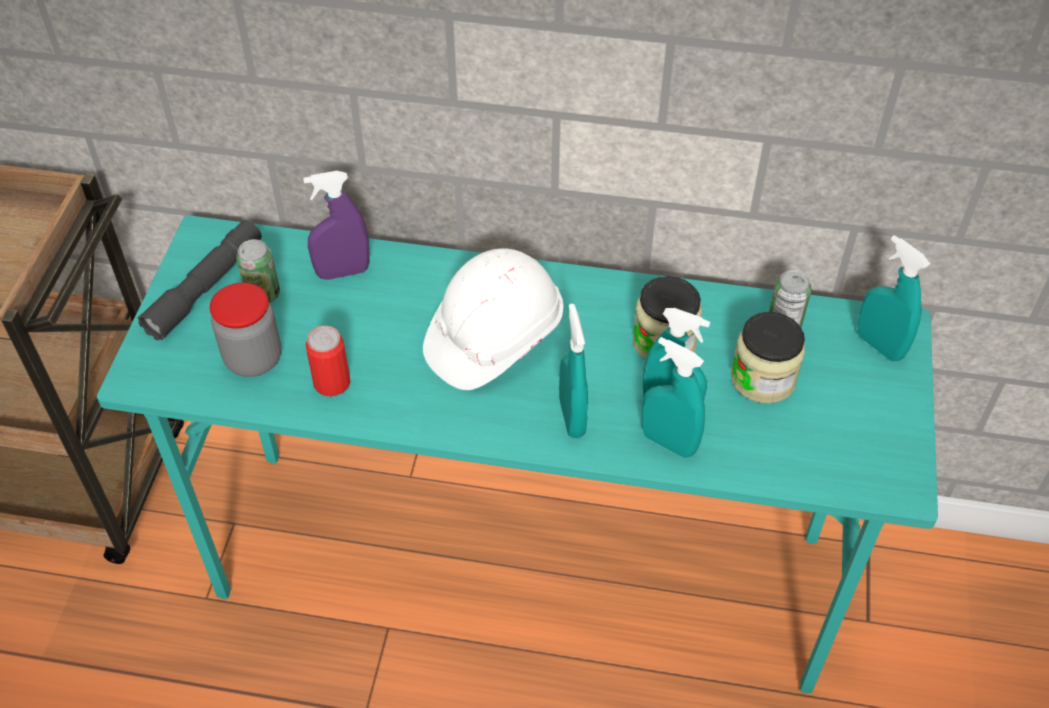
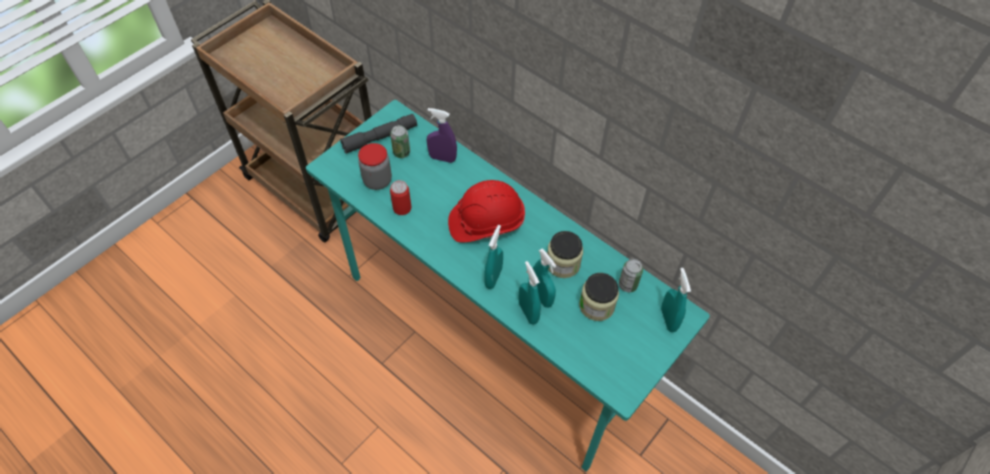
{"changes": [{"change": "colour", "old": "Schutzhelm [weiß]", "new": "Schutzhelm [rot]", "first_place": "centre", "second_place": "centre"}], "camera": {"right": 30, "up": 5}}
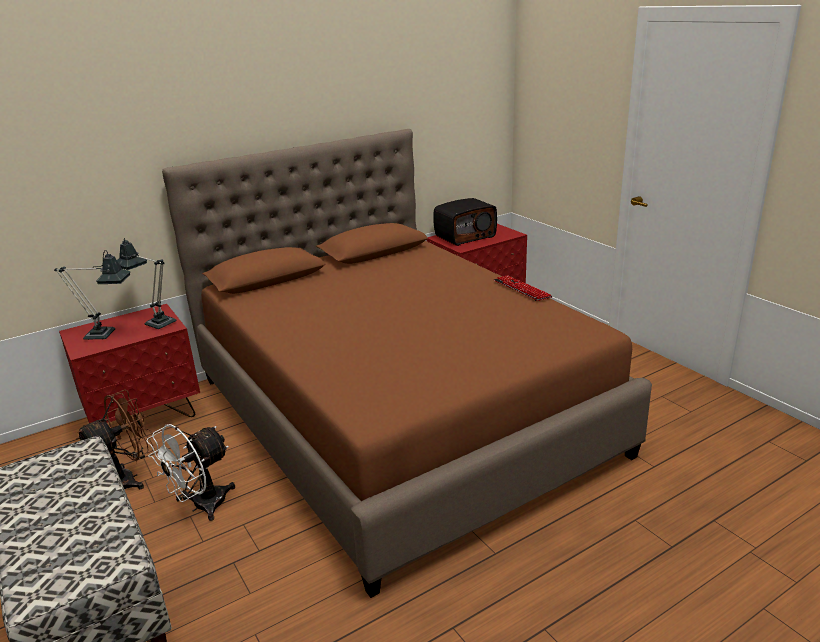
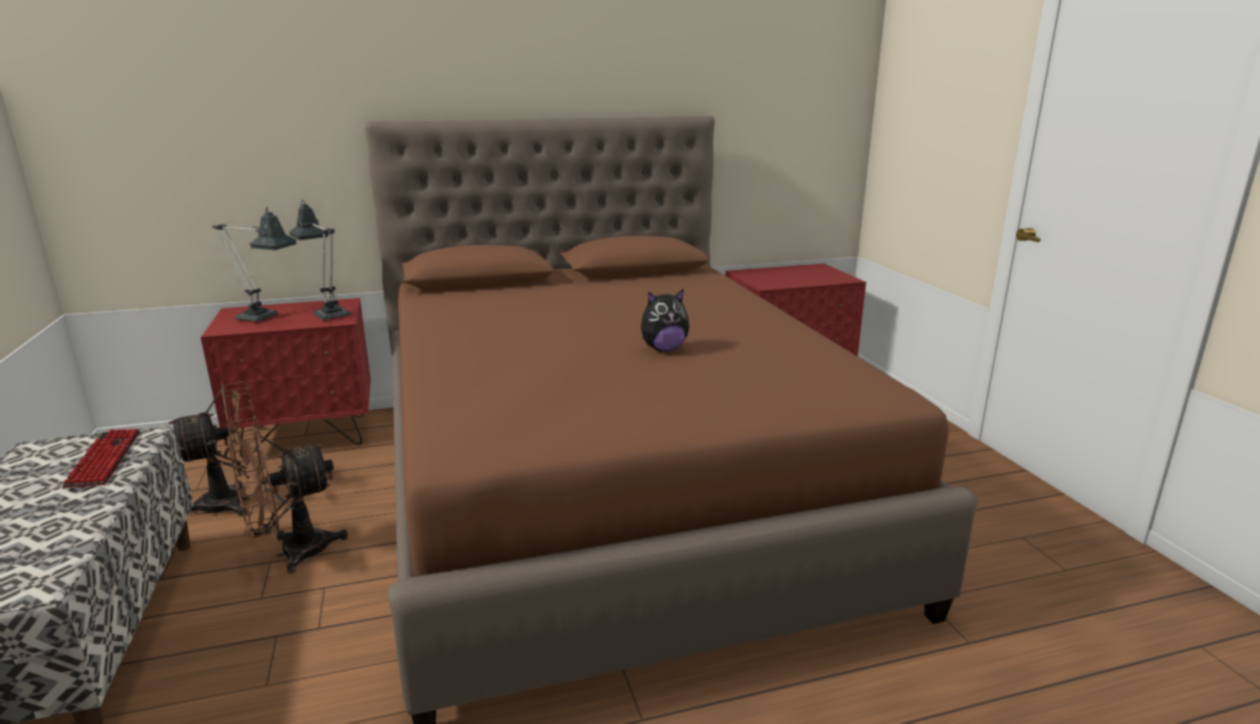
{"changes": [{"change": "colour", "old": "Ventilator [weiß]", "new": "Ventilator [braun] (no. 2 from left)", "first_place": "bottom left", "second_place": "bottom left"}, {"change": "missing", "old": "Radio", "first_place": "centre"}, {"change": "relocated", "old": "Tastatur", "first_place": "centre", "second_place": "middle left"}, {"change": "appeared", "new": "Plüschtier", "second_place": "centre"}], "camera": {"right": 15, "up": -5}}
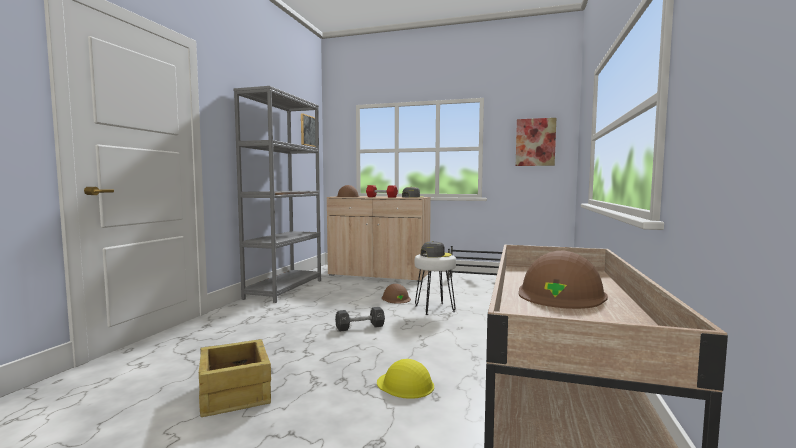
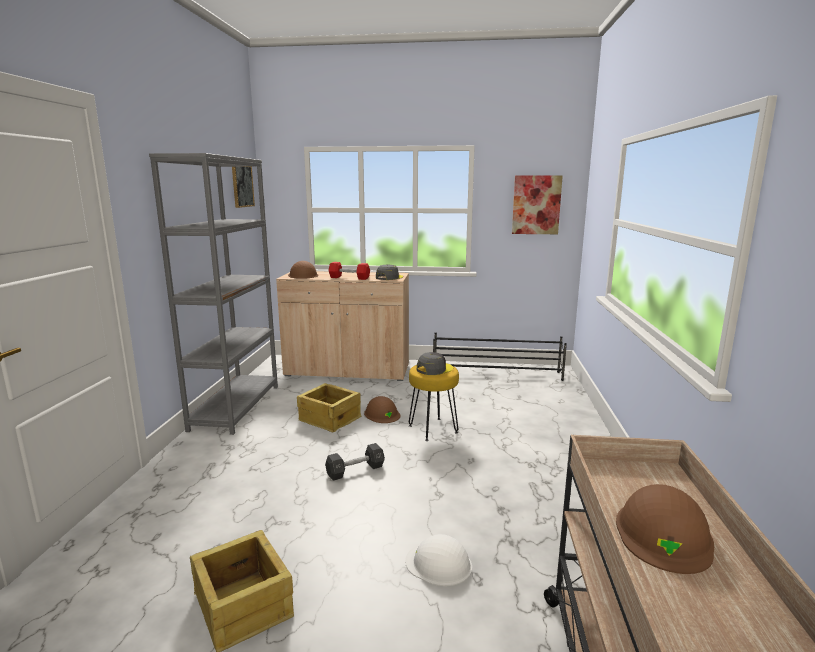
{"changes": [{"change": "colour", "old": "Schutzhelm [gelb]", "new": "Schutzhelm [weiß]", "first_place": "bottom centre", "second_place": "bottom centre"}, {"change": "colour", "old": "Hocker [weiß]", "new": "Hocker [gelb]", "first_place": "centre", "second_place": "centre"}, {"change": "appeared", "new": "Kiste (no. 2 from left)", "second_place": "centre"}], "camera": {"right": -10, "up": 10}}
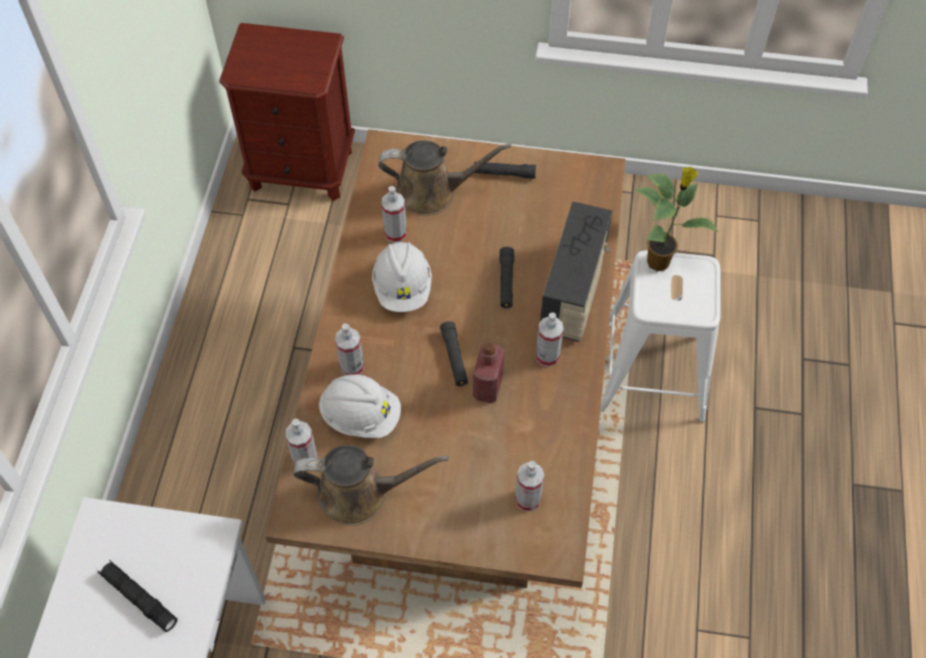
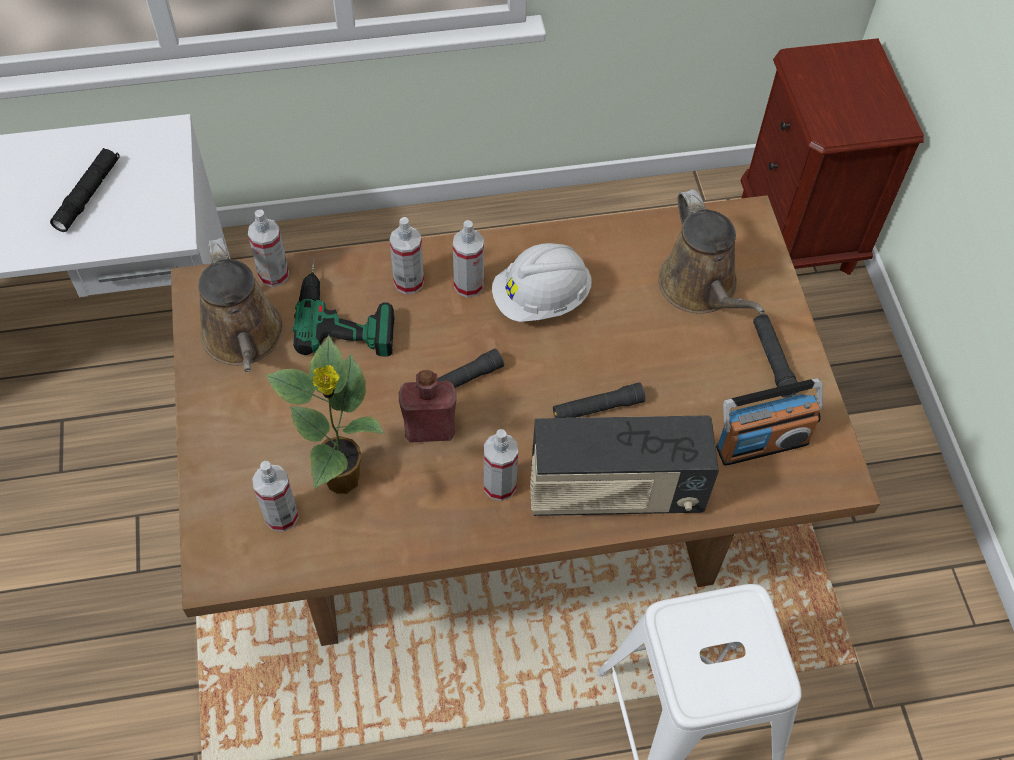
{"changes": [{"change": "exchanged", "old": "Schutzhelm [weiß] (no. 1 from left)", "new": "Bohrmaschine", "first_place": "centre", "second_place": "centre"}, {"change": "relocated", "old": "Sprühflasche (no. 3 from left in the first image)", "new": "Sprühflasche (no. 4 from left)", "first_place": "top centre", "second_place": "centre"}, {"change": "relocated", "old": "Topfpflanze", "first_place": "top right", "second_place": "middle left"}, {"change": "appeared", "new": "Radio (no. 2 from left)", "second_place": "middle right"}], "camera": {"right": 70, "up": 0}}
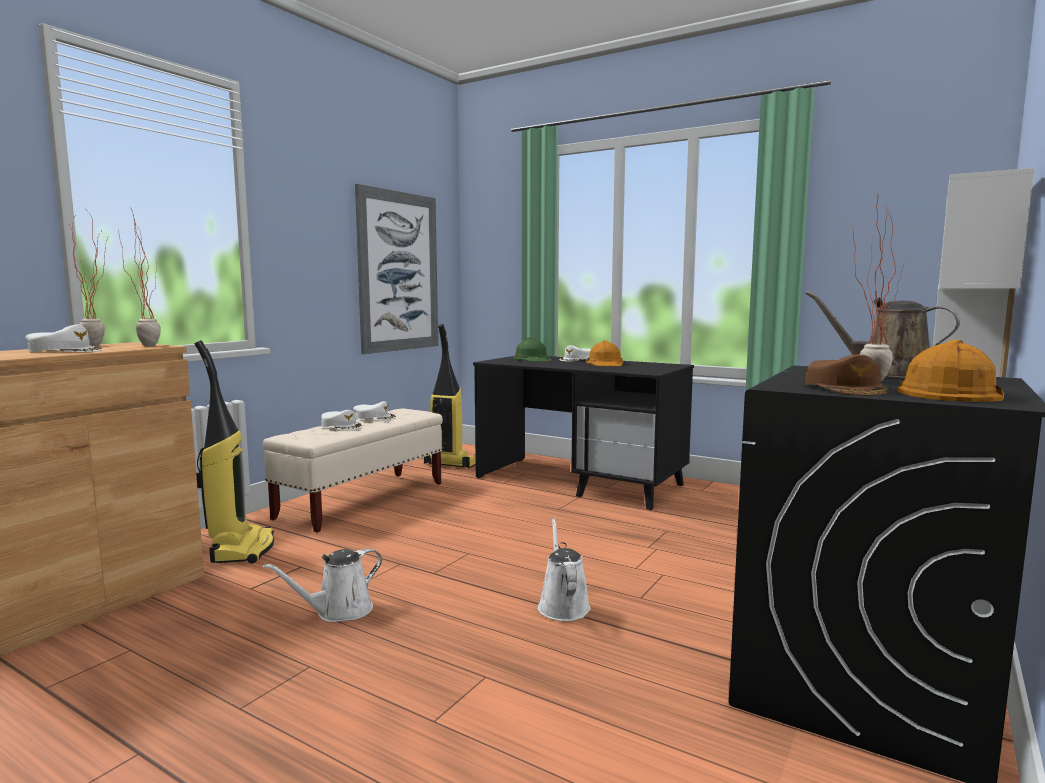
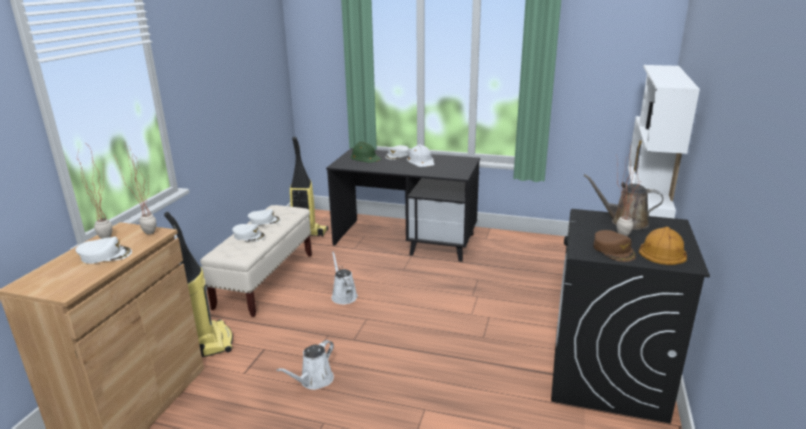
{"changes": [{"change": "missing", "old": "Bild", "first_place": "centre"}, {"change": "relocated", "old": "Gießkanne [weiß] (no. 2 from left)", "first_place": "bottom centre", "second_place": "centre"}, {"change": "colour", "old": "Schutzhelm [orange] (no. 1 from left)", "new": "Schutzhelm [weiß]", "first_place": "centre", "second_place": "centre"}], "camera": {"right": -15, "up": 15}}
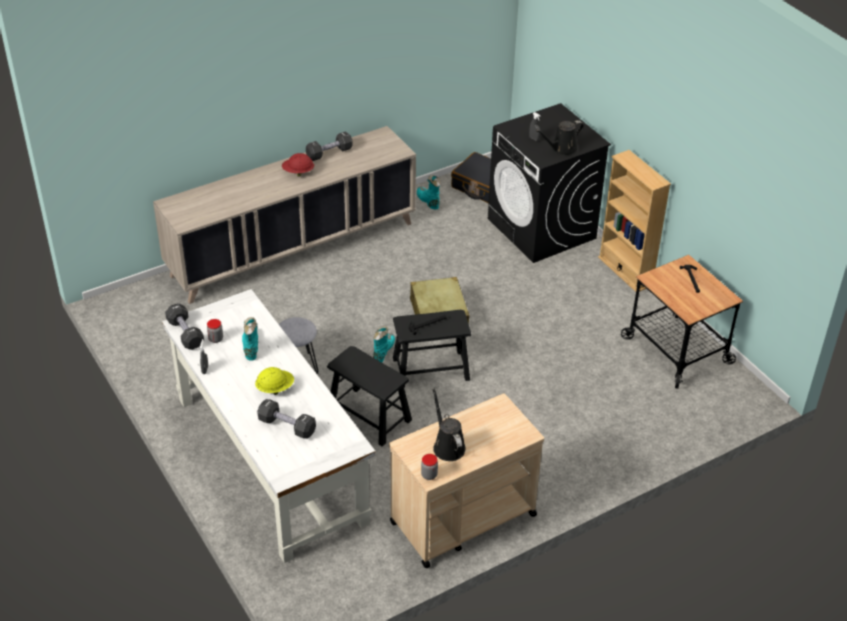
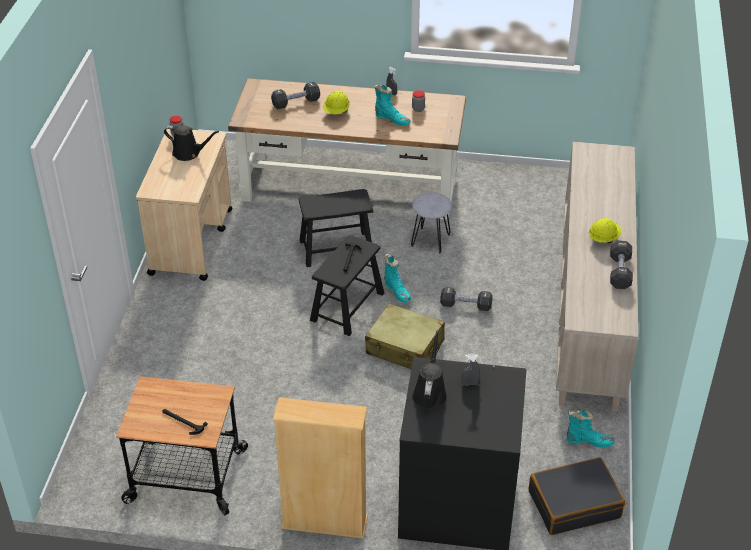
{"changes": [{"change": "colour", "old": "Schreibtisch [weiß]", "new": "Schreibtisch [braun]", "first_place": "bottom left", "second_place": "top centre"}, {"change": "relocated", "old": "Hantel [schwarz] (no. 1 from left in the first image)", "new": "Hantel [schwarz] (no. 2 from left)", "first_place": "middle left", "second_place": "centre"}, {"change": "colour", "old": "Schutzhelm [rot]", "new": "Schutzhelm [gelb] (no. 2 from left)", "first_place": "top centre", "second_place": "middle right"}], "camera": {"right": 130, "up": 0}}
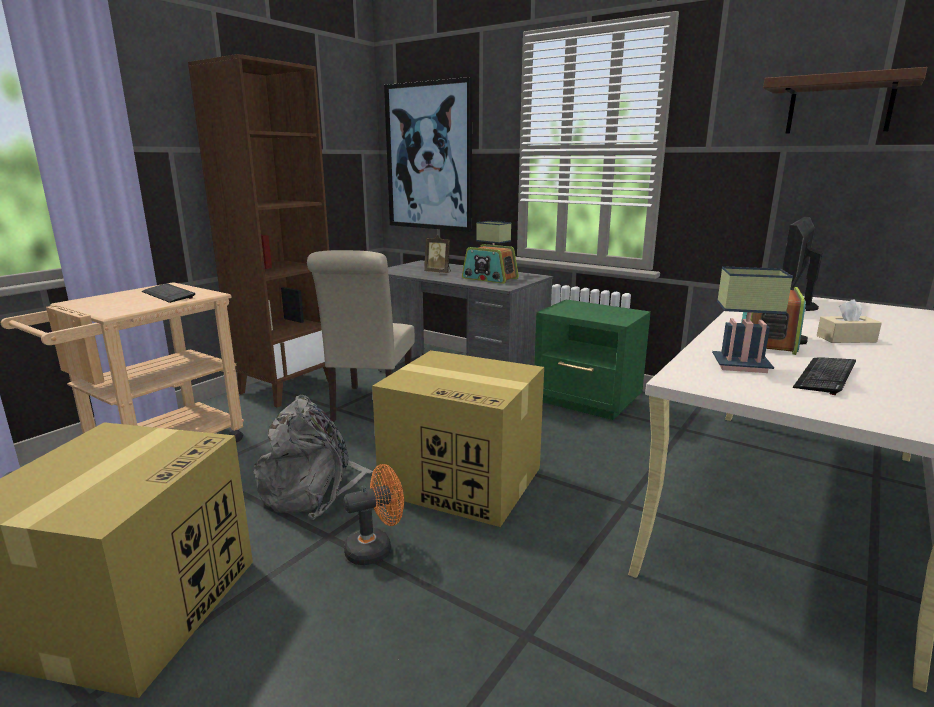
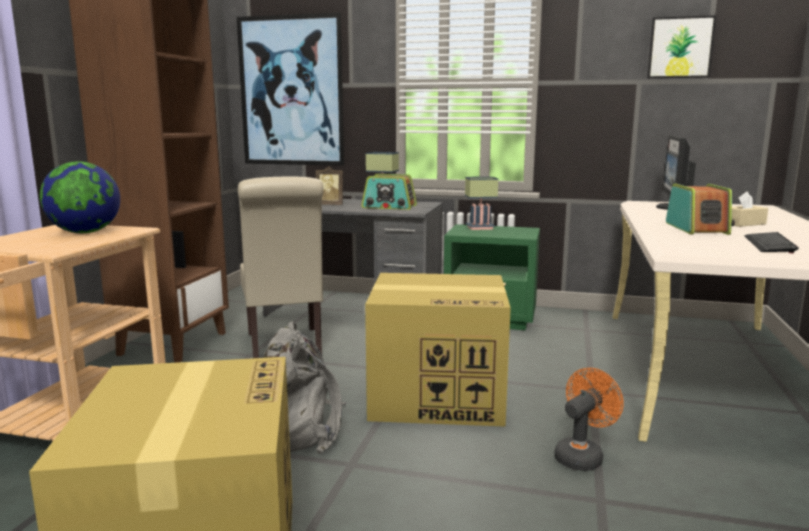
{"changes": [{"change": "exchanged", "old": "Tastatur (no. 1 from left)", "new": "Globus", "first_place": "middle left", "second_place": "middle left"}, {"change": "relocated", "old": "Ventilator [orange]", "first_place": "bottom centre", "second_place": "bottom right"}, {"change": "relocated", "old": "Tischlampe (no. 2 from left)", "first_place": "middle right", "second_place": "centre"}, {"change": "exchanged", "old": "Wandregal [braun]", "new": "Bild (no. 2 from left)", "first_place": "top right", "second_place": "top right"}], "camera": {"right": -20, "up": -5}}
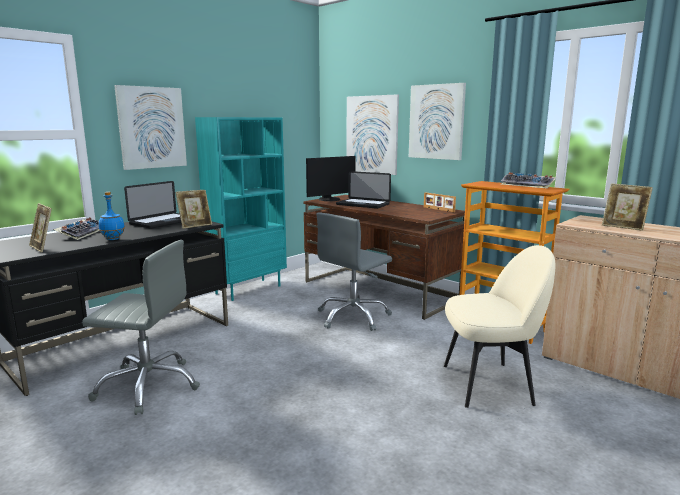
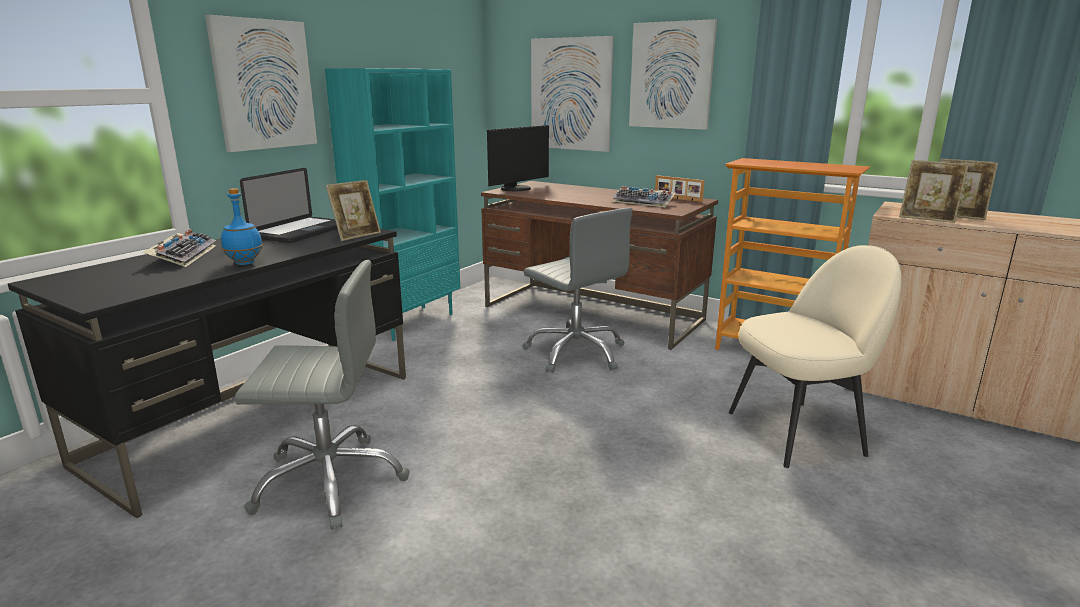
{"changes": [{"change": "relocated", "old": "Bilderrahmen (no. 1 from left in the first image)", "new": "Bilderrahmen (no. 3 from left)", "first_place": "middle left", "second_place": "top right"}, {"change": "spun", "old": "Bürostuhl [grau] (no. 2 from left)", "first_place": "centre", "second_place": "centre", "degrees": -75}, {"change": "missing", "old": "Laptop (no. 2 from left)", "first_place": "centre"}, {"change": "relocated", "old": "Tastatur (no. 2 from left)", "first_place": "middle right", "second_place": "top centre"}], "camera": {"right": -10, "up": 5}}
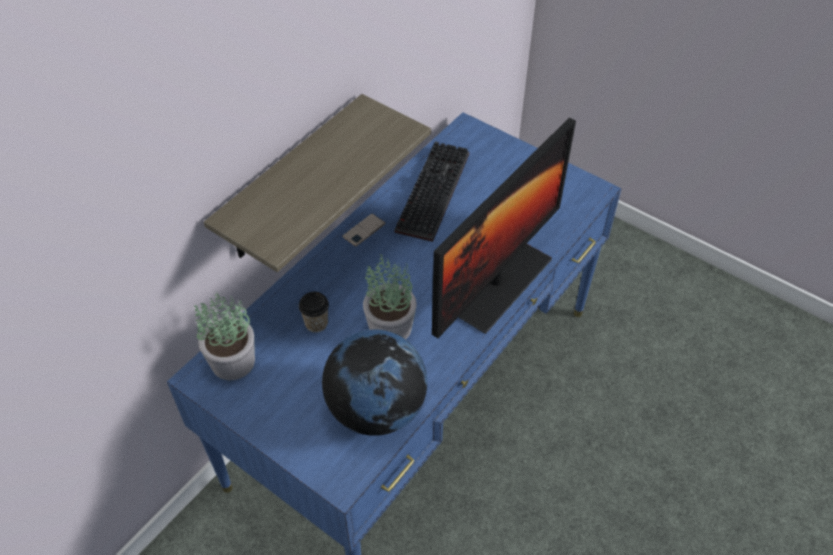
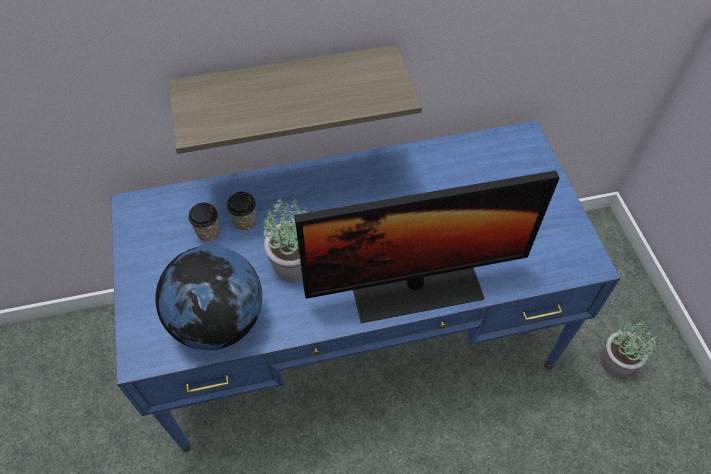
{"changes": [{"change": "relocated", "old": "Topfpflanze (no. 1 from left in the first image)", "new": "Topfpflanze (no. 2 from left)", "first_place": "middle left", "second_place": "bottom right"}, {"change": "missing", "old": "Handy", "first_place": "centre"}, {"change": "missing", "old": "Tastatur", "first_place": "centre"}, {"change": "appeared", "new": "Tasse (no. 1 from left)", "second_place": "middle left"}], "camera": {"right": 40, "up": 5}}
